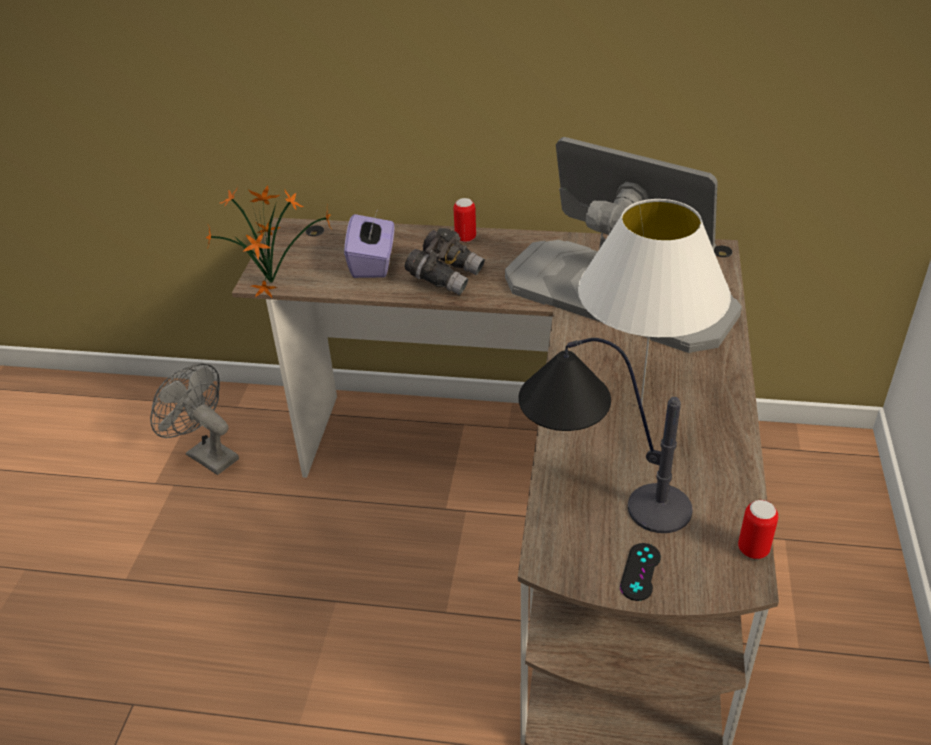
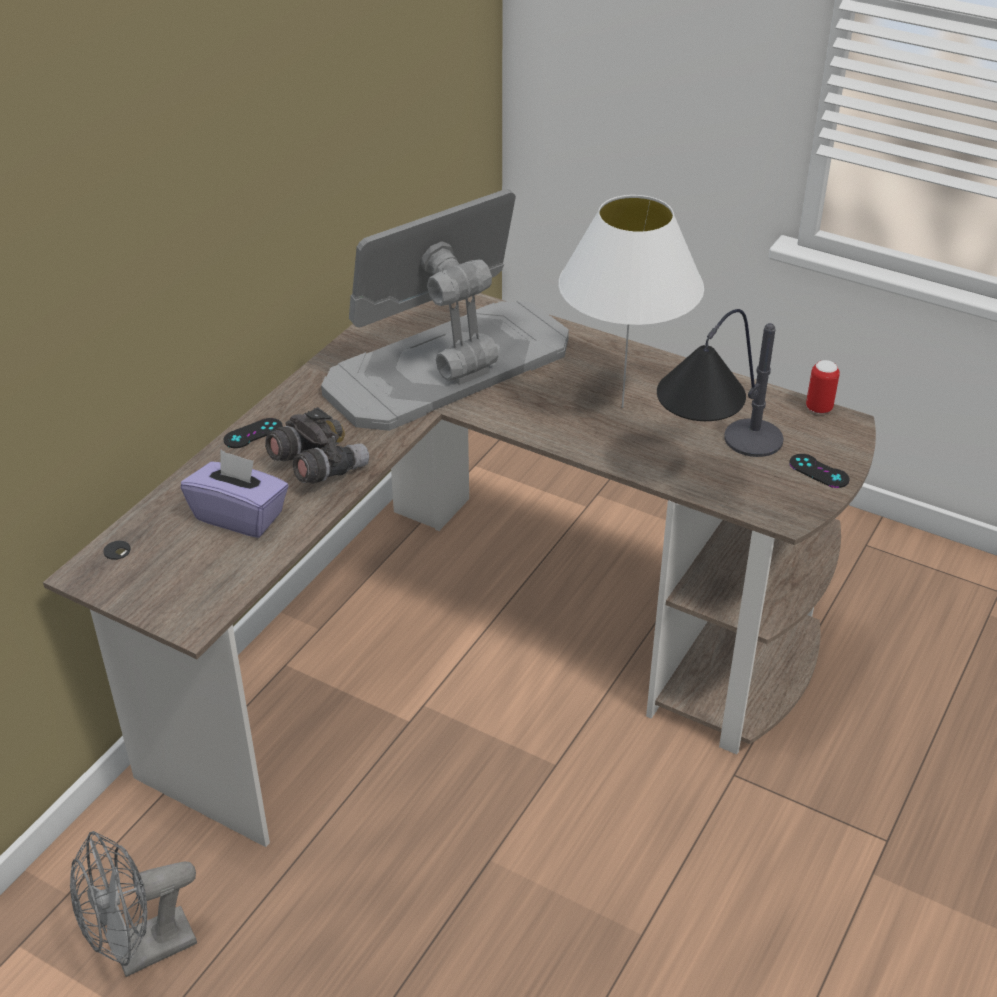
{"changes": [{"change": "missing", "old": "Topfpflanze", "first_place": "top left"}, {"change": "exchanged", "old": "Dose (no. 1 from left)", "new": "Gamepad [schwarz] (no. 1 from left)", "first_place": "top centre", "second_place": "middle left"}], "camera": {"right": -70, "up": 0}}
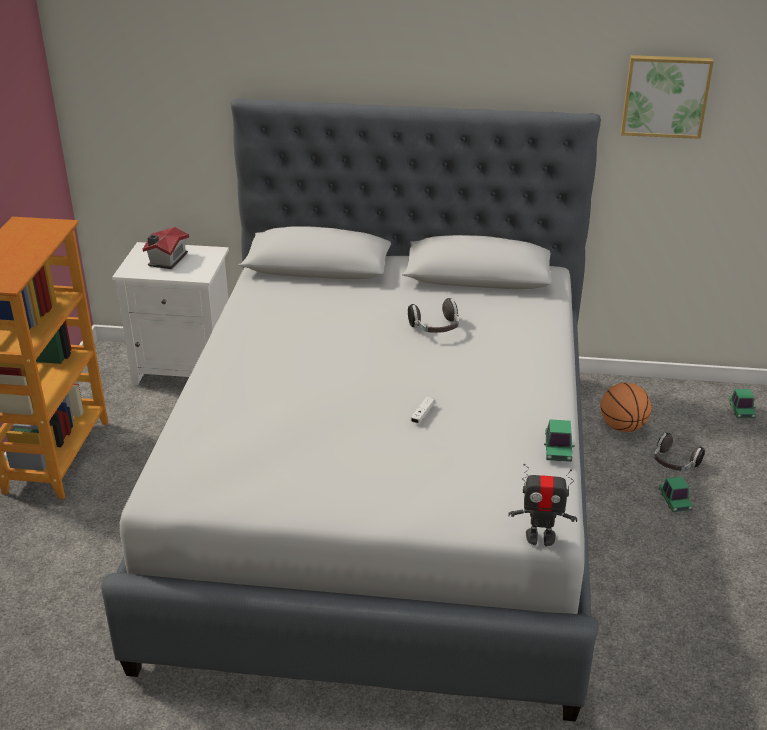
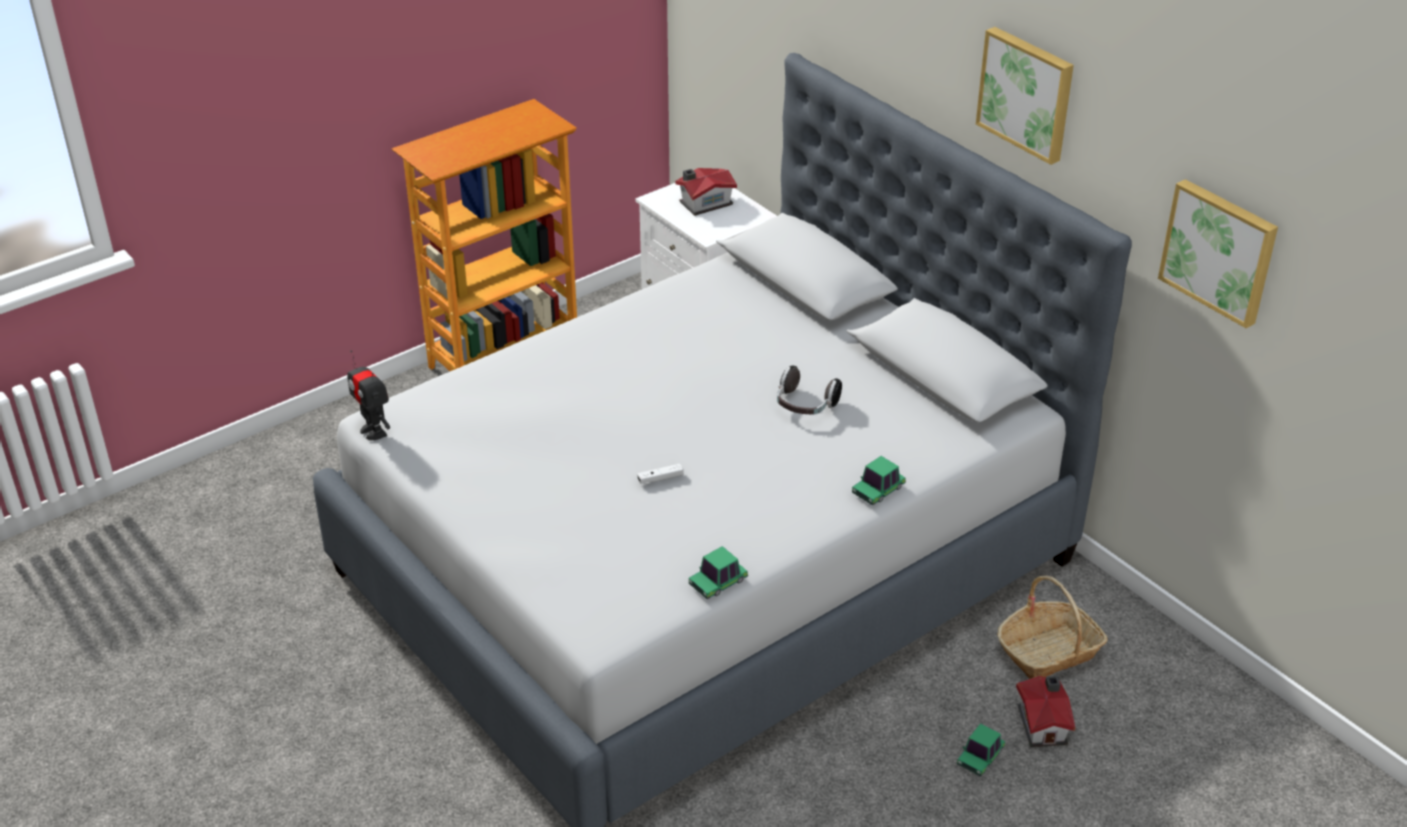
{"changes": [{"change": "relocated", "old": "Spielzeugroboter", "first_place": "bottom right", "second_place": "middle left"}, {"change": "exchanged", "old": "Basketball", "new": "Korb", "first_place": "middle right", "second_place": "bottom right"}, {"change": "exchanged", "old": "Kopfhörer (no. 2 from left)", "new": "Spielzeughaus (no. 2 from left)", "first_place": "middle right", "second_place": "bottom right"}, {"change": "relocated", "old": "Spielzeugauto (no. 3 from left in the first image)", "new": "Spielzeugauto (no. 2 from left)", "first_place": "middle right", "second_place": "centre"}, {"change": "appeared", "new": "Bild (no. 1 from left)", "second_place": "top right"}], "camera": {"right": 45, "up": 5}}
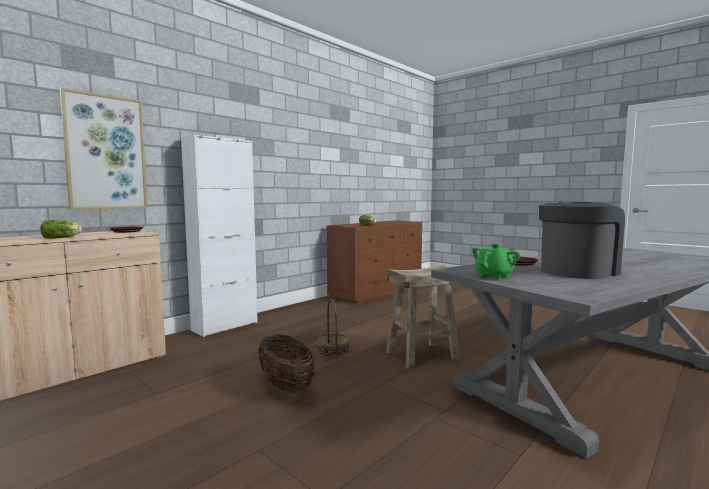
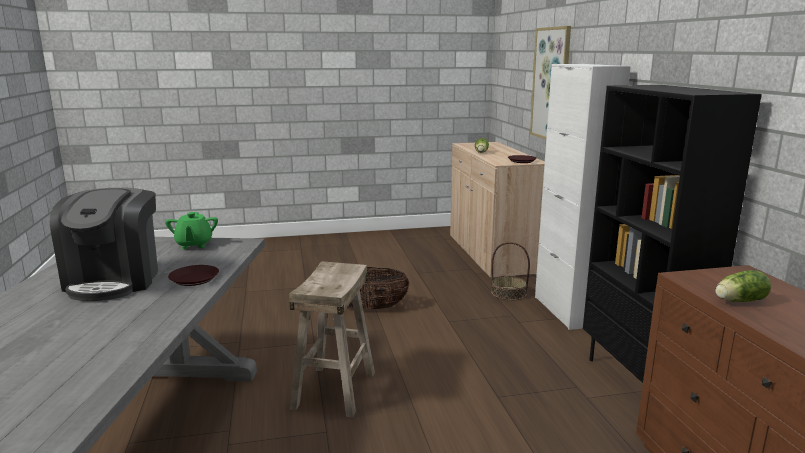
{"changes": [{"change": "relocated", "old": "Korb (no. 2 from left)", "first_place": "bottom centre", "second_place": "centre"}, {"change": "appeared", "new": "Bücherregal [schwarz]", "second_place": "middle right"}], "camera": {"right": 125, "up": 10}}
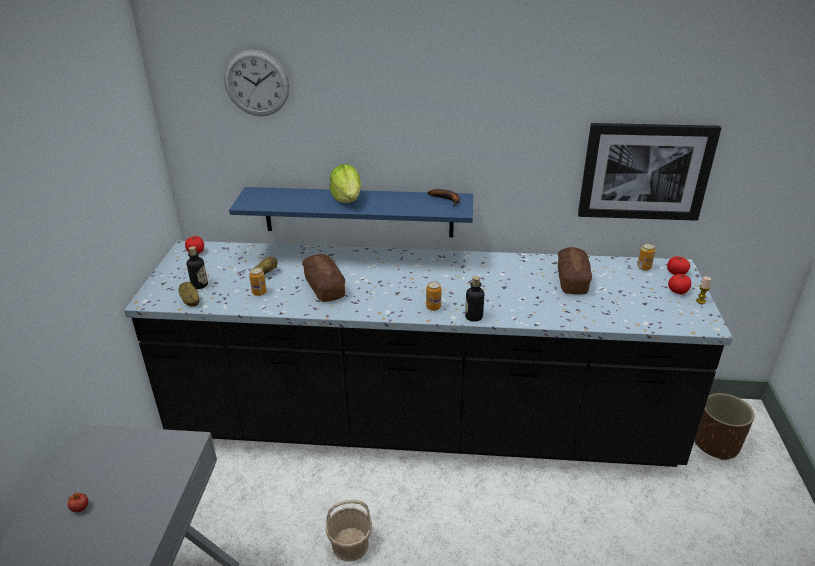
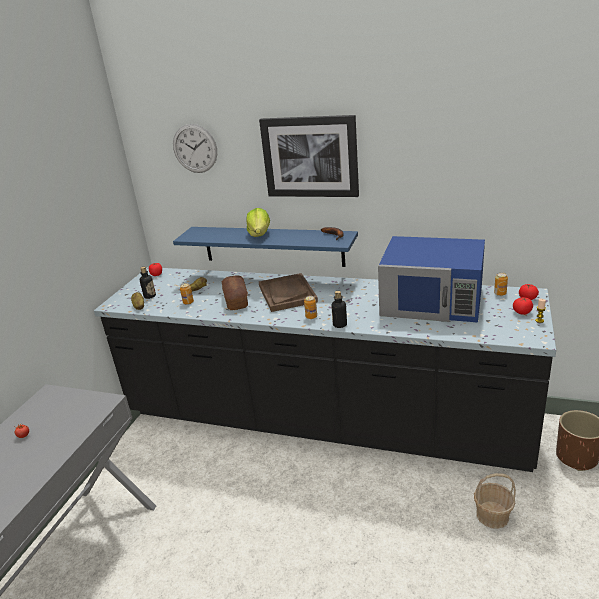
{"changes": [{"change": "relocated", "old": "Korb", "first_place": "bottom centre", "second_place": "bottom right"}, {"change": "exchanged", "old": "Brot (no. 2 from left)", "new": "Mikrowelle [blau]", "first_place": "middle right", "second_place": "middle right"}, {"change": "relocated", "old": "Bild", "first_place": "top right", "second_place": "top centre"}, {"change": "appeared", "new": "Tablett [braun]", "second_place": "centre"}], "camera": {"right": 15, "up": -5}}
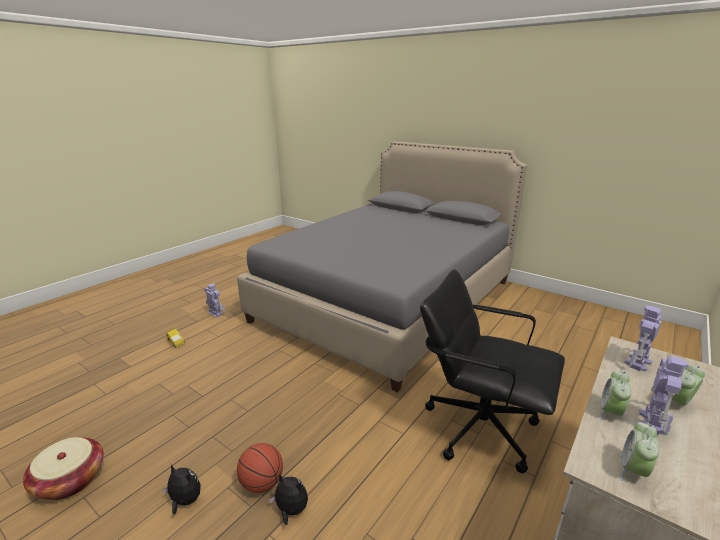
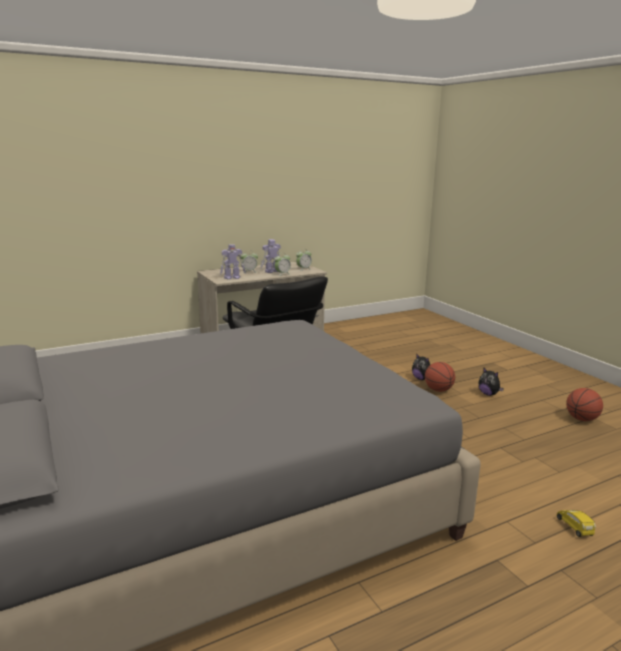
{"changes": [{"change": "exchanged", "old": "Korb", "new": "Basketball (no. 2 from left)", "first_place": "bottom left", "second_place": "middle right"}, {"change": "missing", "old": "Spielzeugroboter (no. 1 from left)", "first_place": "middle left"}], "camera": {"right": -155, "up": -5}}
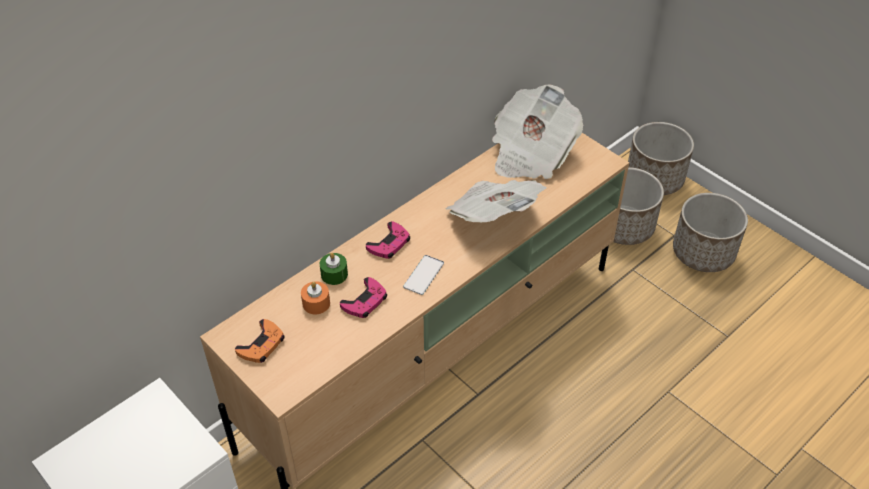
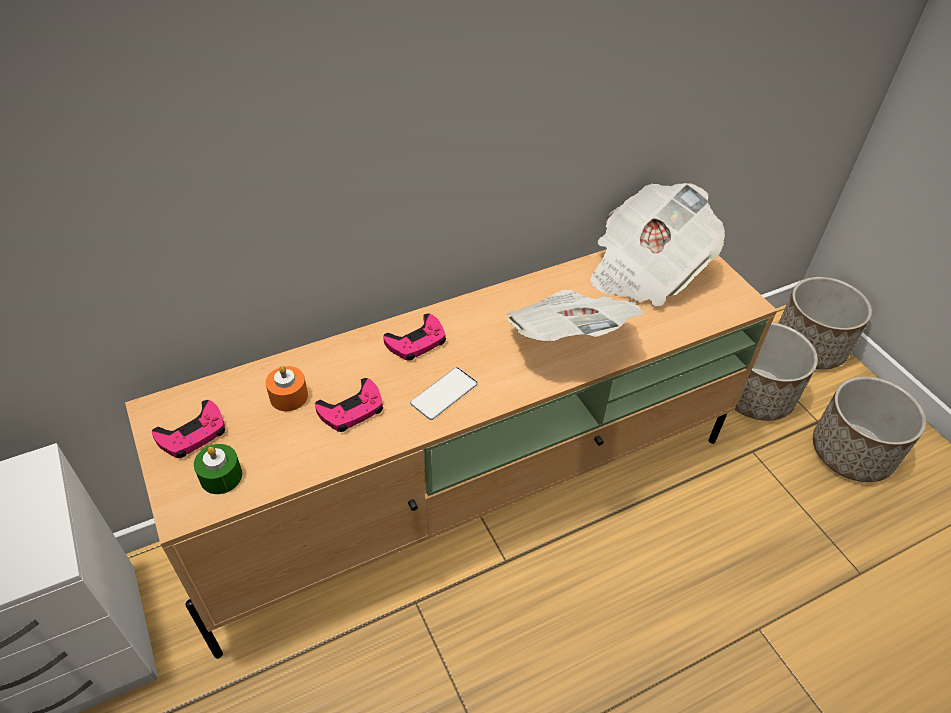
{"changes": [{"change": "colour", "old": "Gamepad [orange]", "new": "Gamepad [rosa] (no. 1 from left)", "first_place": "bottom left", "second_place": "middle left"}, {"change": "relocated", "old": "Kerze [grün]", "first_place": "centre", "second_place": "middle left"}], "camera": {"right": 15, "up": 0}}
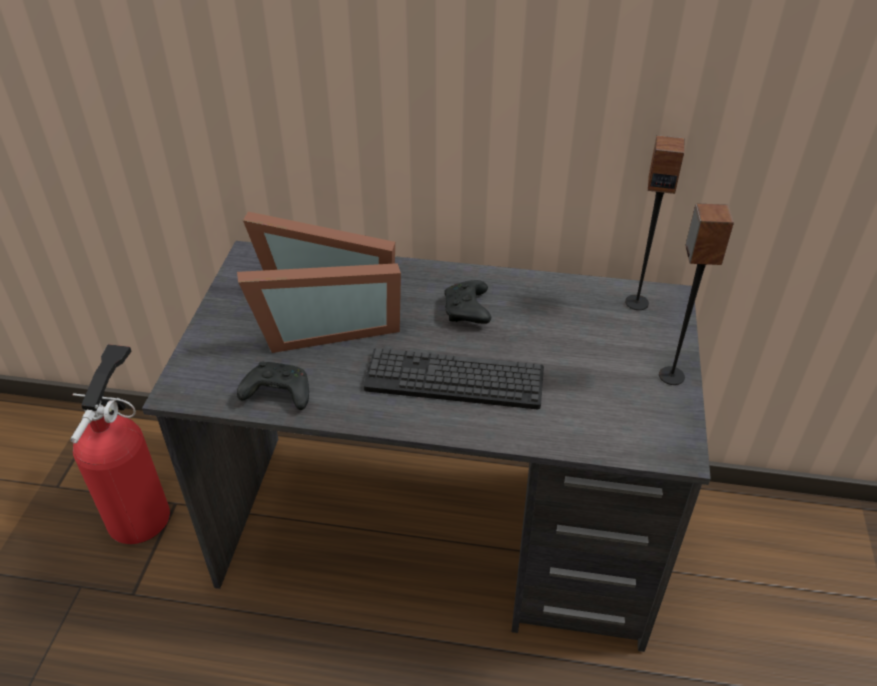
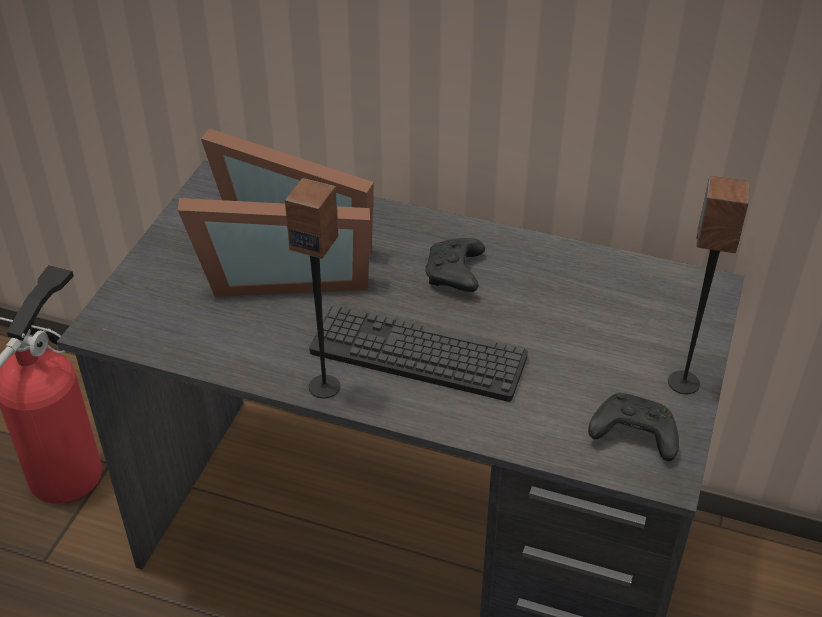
{"changes": [{"change": "relocated", "old": "Gamepad [schwarz] (no. 1 from left in the first image)", "new": "Gamepad [schwarz] (no. 2 from left)", "first_place": "middle left", "second_place": "bottom right"}, {"change": "relocated", "old": "Lautsprecher (no. 1 from left)", "first_place": "top right", "second_place": "centre"}], "camera": {"right": 10, "up": 0}}
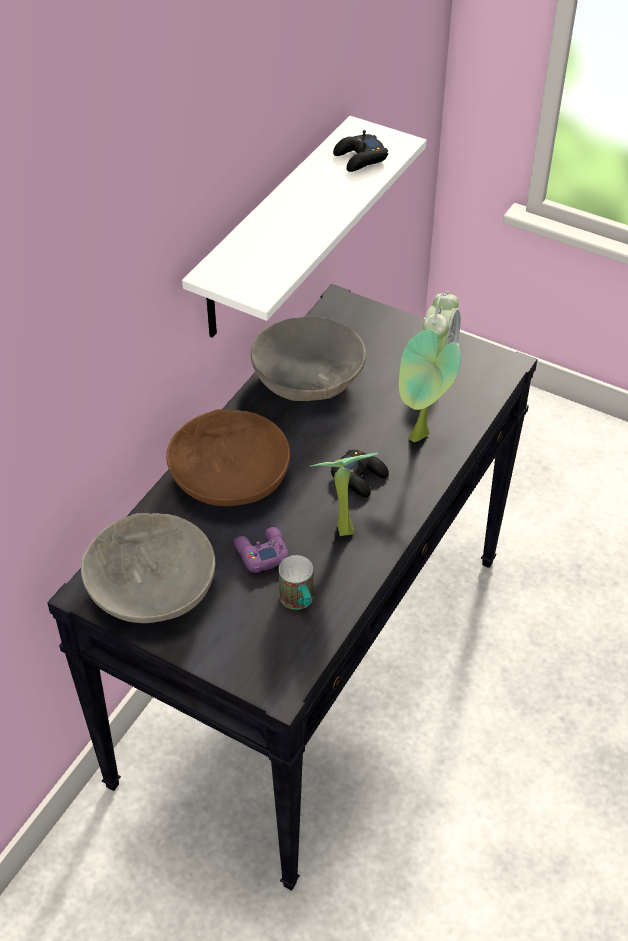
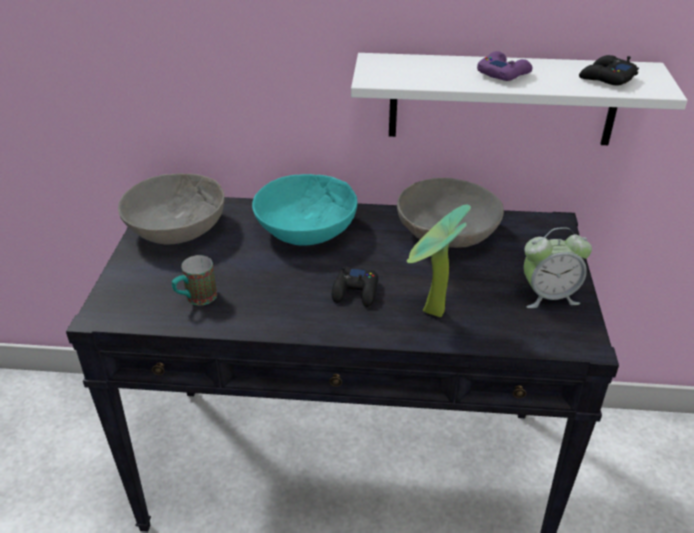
{"changes": [{"change": "colour", "old": "Schüssel [braun]", "new": "Schüssel [türkis]", "first_place": "centre", "second_place": "centre"}, {"change": "relocated", "old": "Gamepad [lila]", "first_place": "centre", "second_place": "top right"}, {"change": "missing", "old": "Topfpflanze (no. 1 from left)", "first_place": "centre"}], "camera": {"right": 65, "up": -10}}
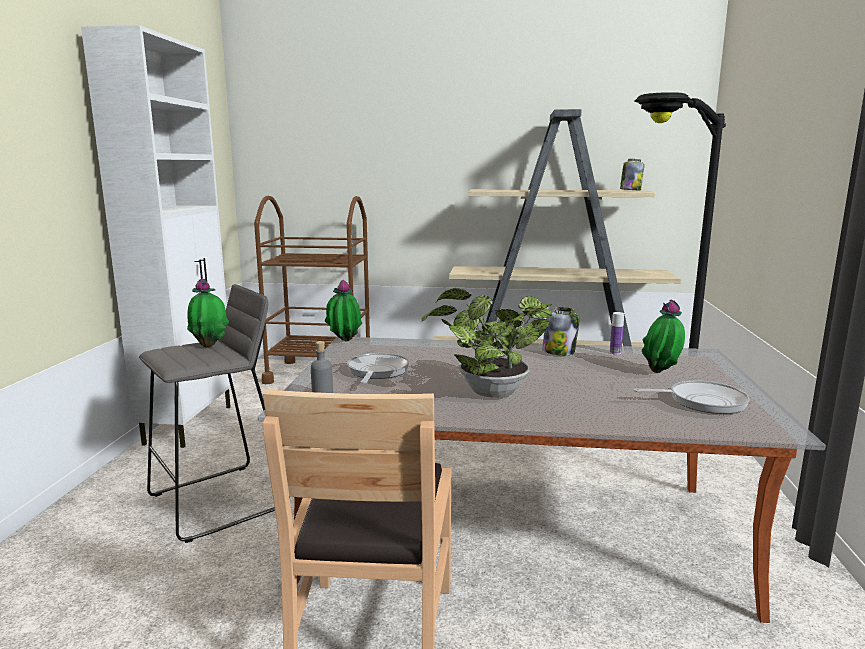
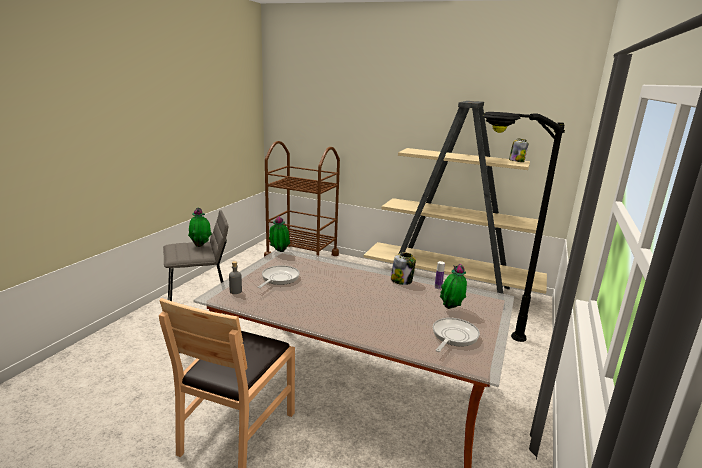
{"changes": [{"change": "missing", "old": "Schrank [weiß]", "first_place": "middle left"}, {"change": "missing", "old": "Topfpflanze (no. 3 from left)", "first_place": "centre"}, {"change": "spun", "old": "Pfanne (no. 2 from left)", "first_place": "middle right", "second_place": "bottom centre", "degrees": -75}], "camera": {"right": 15, "up": 5}}
